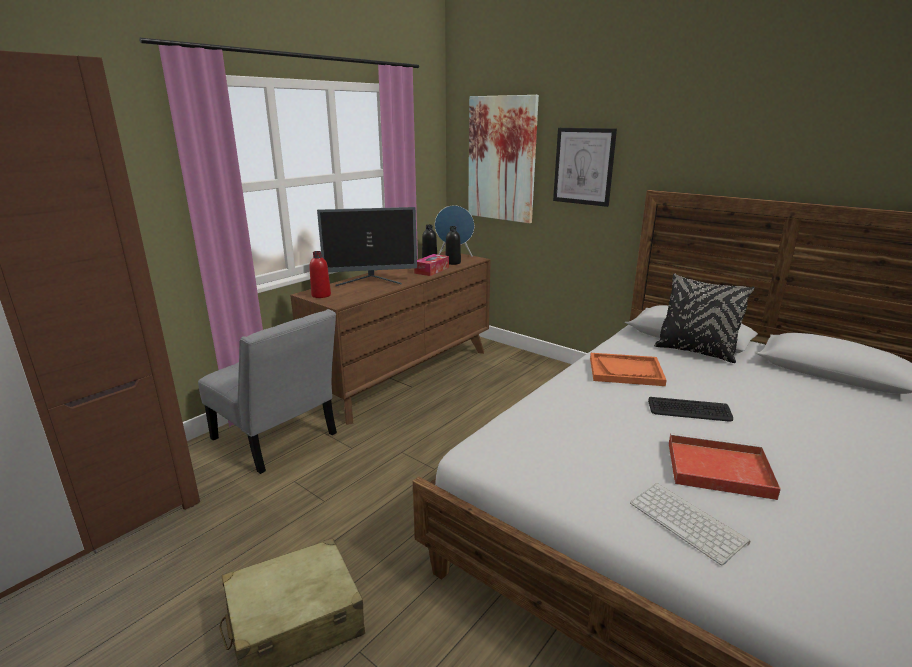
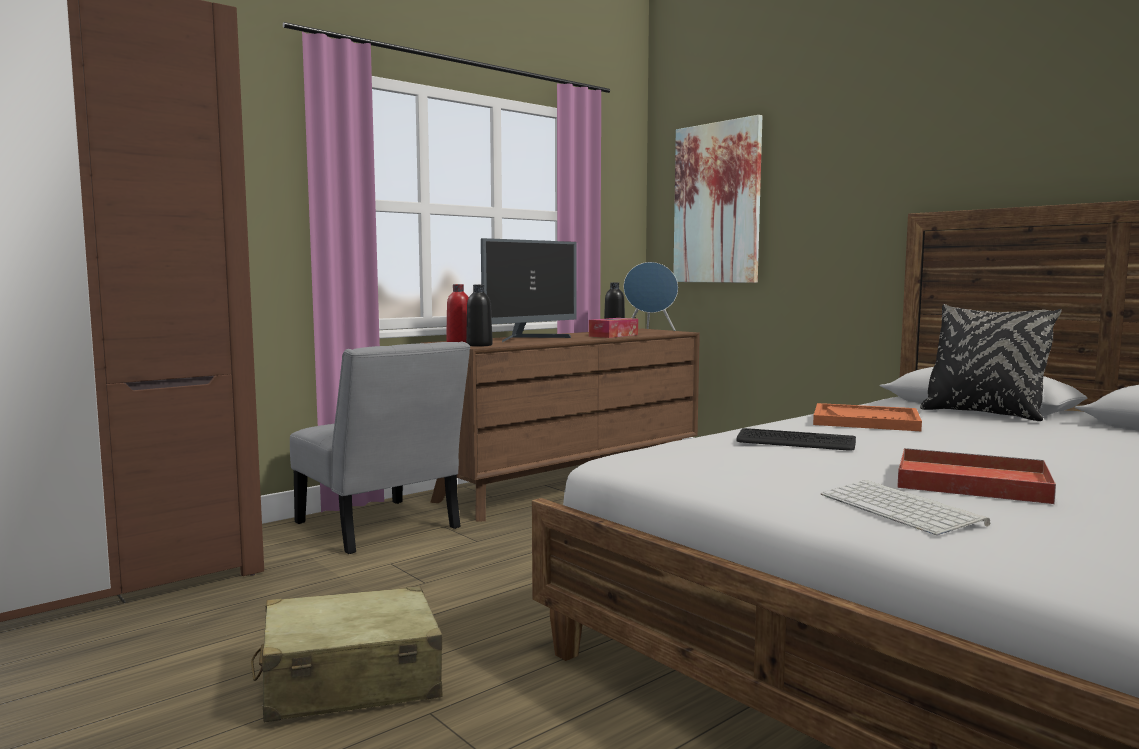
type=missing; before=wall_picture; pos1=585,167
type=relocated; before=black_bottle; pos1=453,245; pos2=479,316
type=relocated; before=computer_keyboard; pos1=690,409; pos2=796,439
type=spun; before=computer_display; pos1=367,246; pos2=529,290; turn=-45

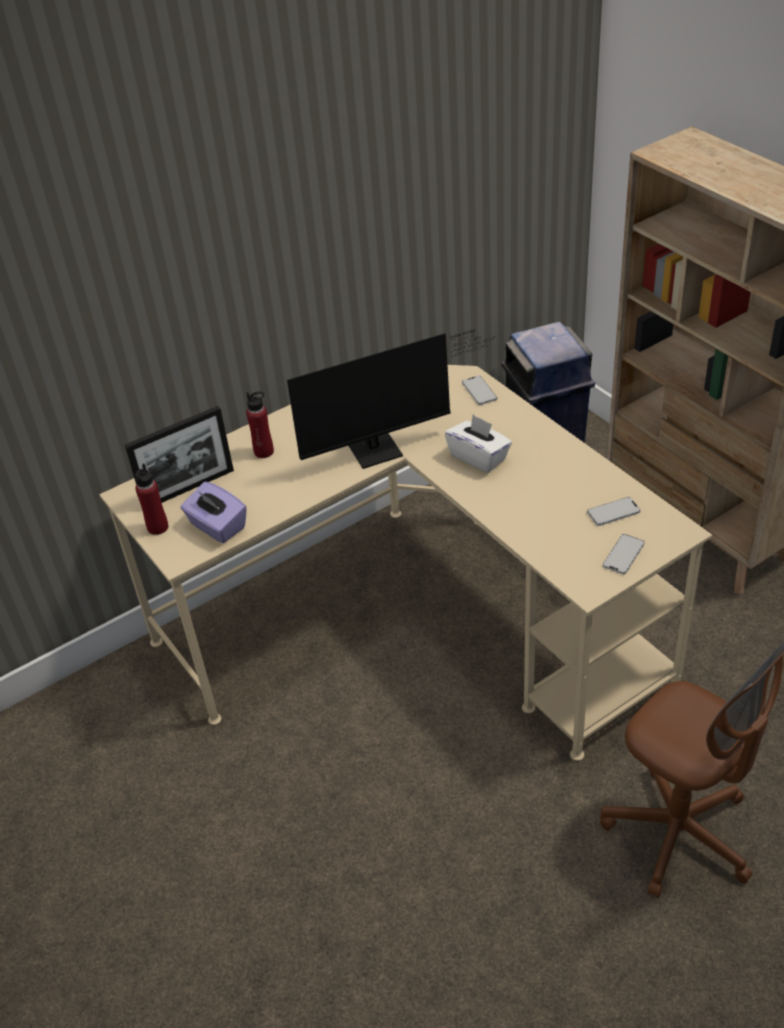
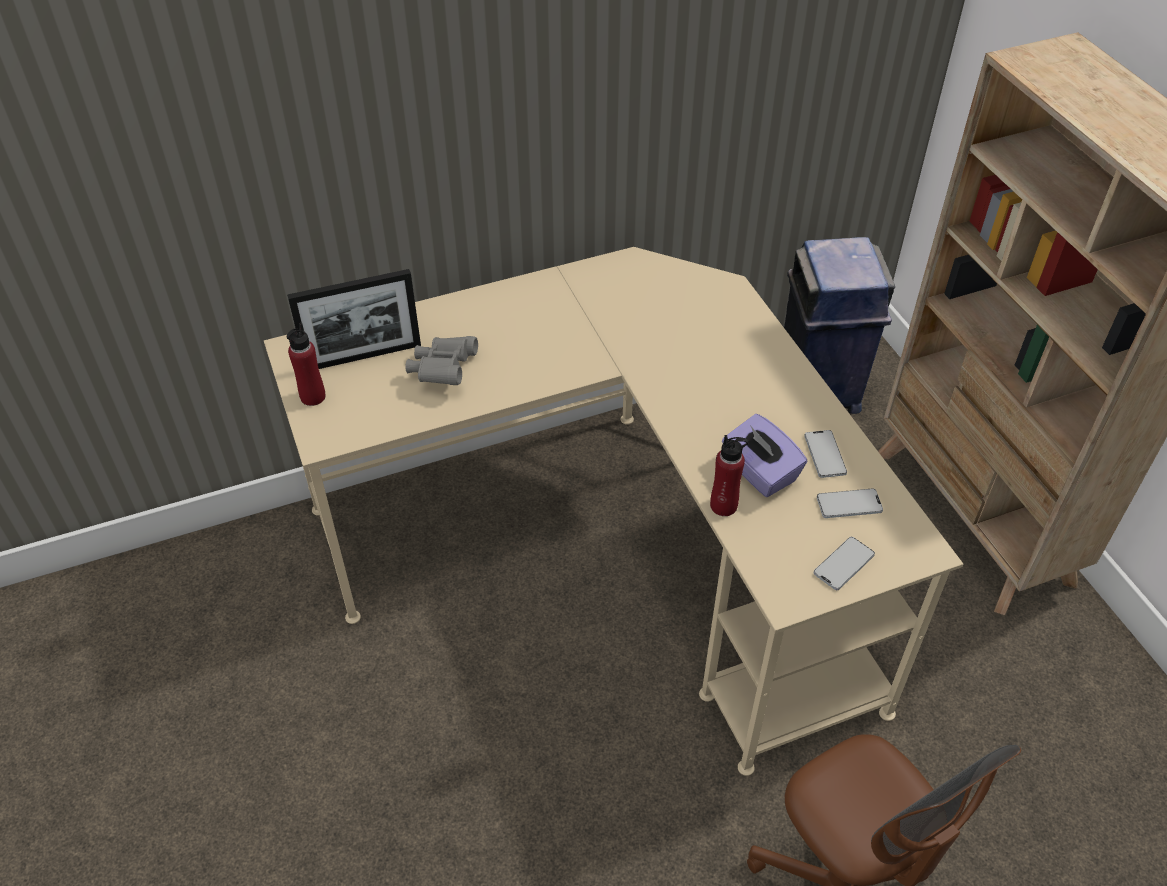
type=missing; before=computer_display; pos1=391,399
type=missing; before=white_tissue_box; pos1=478,444
type=appeared; after=greyish_pair_of_binoculars; pos2=441,360
type=relocated; before=purplish_tissue_box; pos1=213,512; pos2=764,455
type=relocated; before=red-coloured_bottle; pos1=260,424; pos2=729,475
type=relocated; before=telephone; pos1=479,390; pos2=825,454

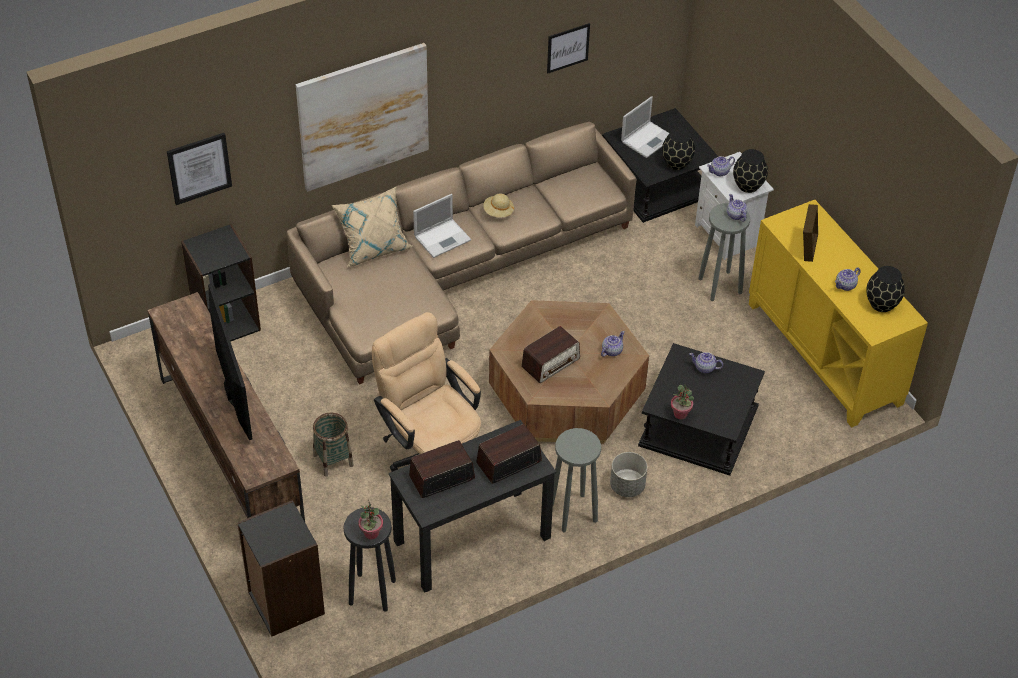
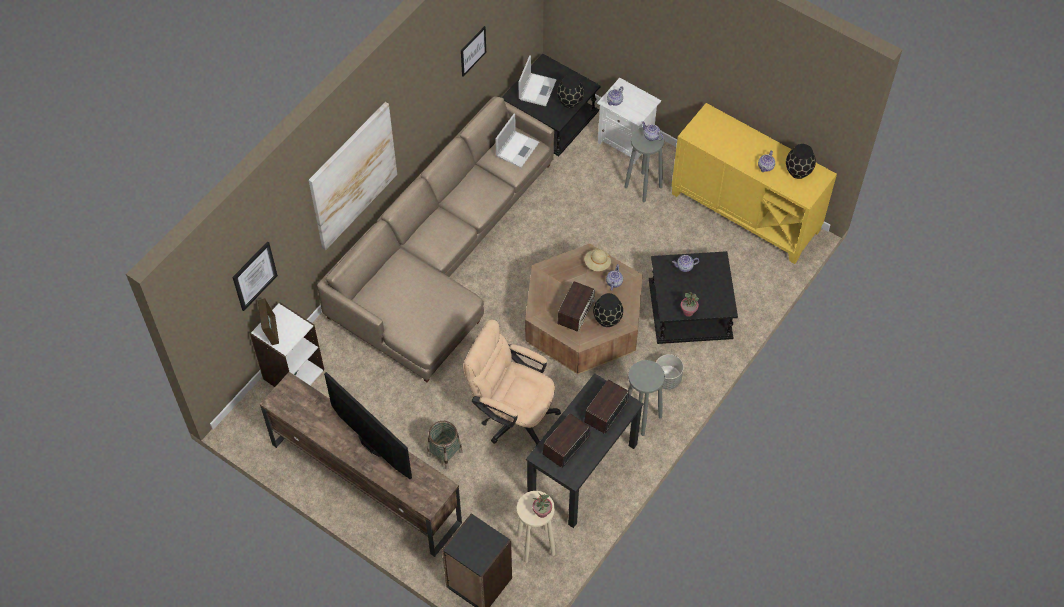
type=missing; before=sand-coloured_pillow; pos1=372,227
type=relocated; before=laptop; pos1=442,226; pos2=517,141
type=relocated; before=sand-coloured_clothing_hat; pos1=498,205; pos2=597,260
type=relocated; before=black_decorative_vase; pos1=750,171; pos2=608,310
type=relocated; before=photo_frame; pos1=810,233; pos2=268,322
type=colour; before=black_bookcase; after=white_bookcase; pos1=221,283; pos2=287,344
type=colour; before=black_sitting_stool; after=sand-coloured_sitting_stool; pos1=369,559; pos2=535,527

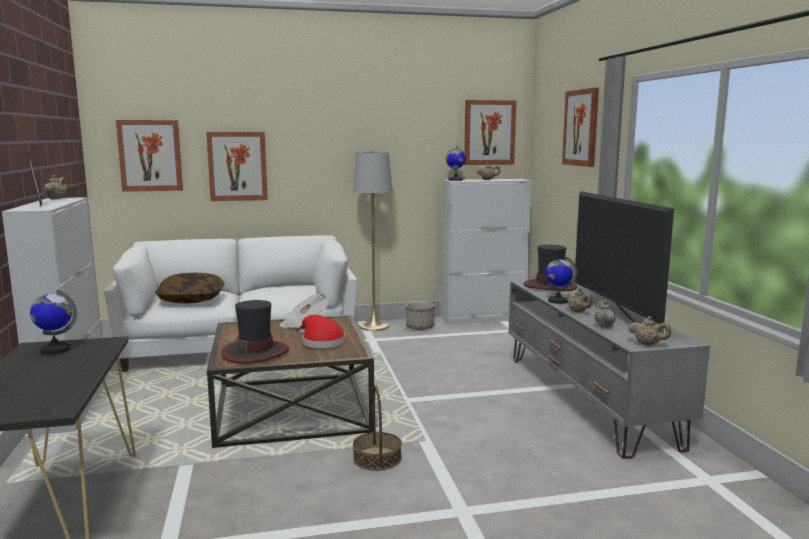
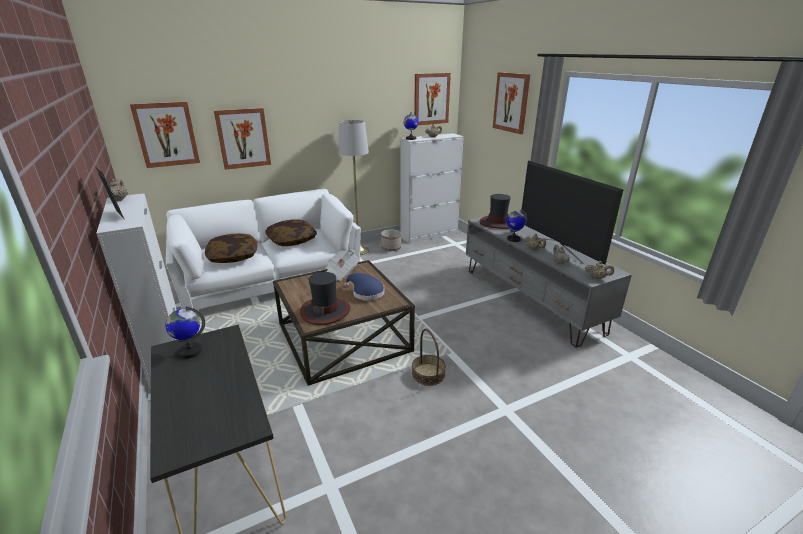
type=appeared; after=pillow; pos2=291,232
type=colour; before=red-coloured_clothing_hat; after=blue-coloured_clothing_hat; pos1=322,331; pos2=364,287

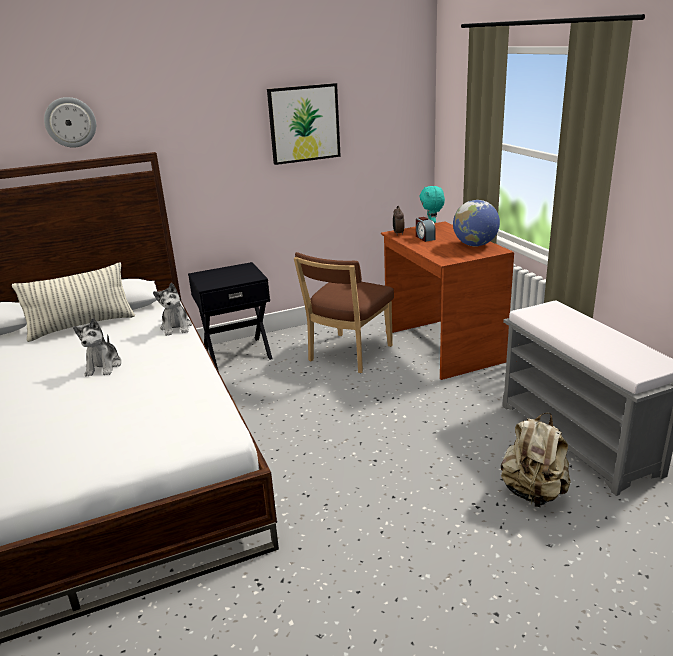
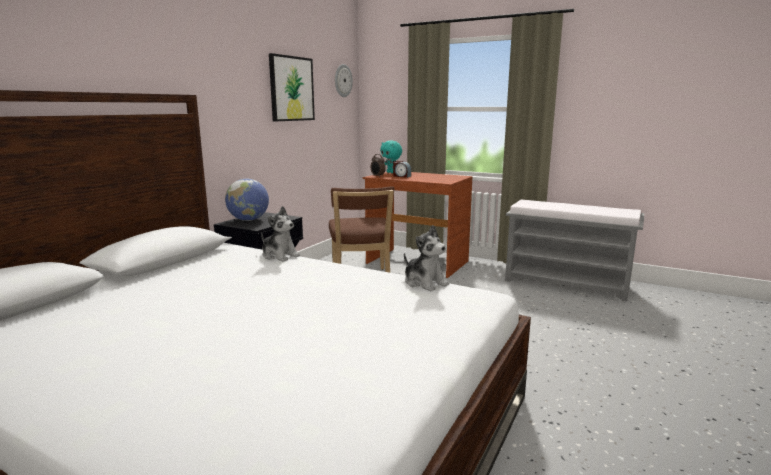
type=missing; before=pillow; pos1=73,302
type=missing; before=sand-coloured_backpack; pos1=536,460
type=relocated; before=hanging_clock; pos1=70,122; pos2=344,80
type=relocated; before=soft_toy; pos1=97,347; pos2=426,258
type=relocated; before=world_globe; pos1=476,223; pos2=247,200

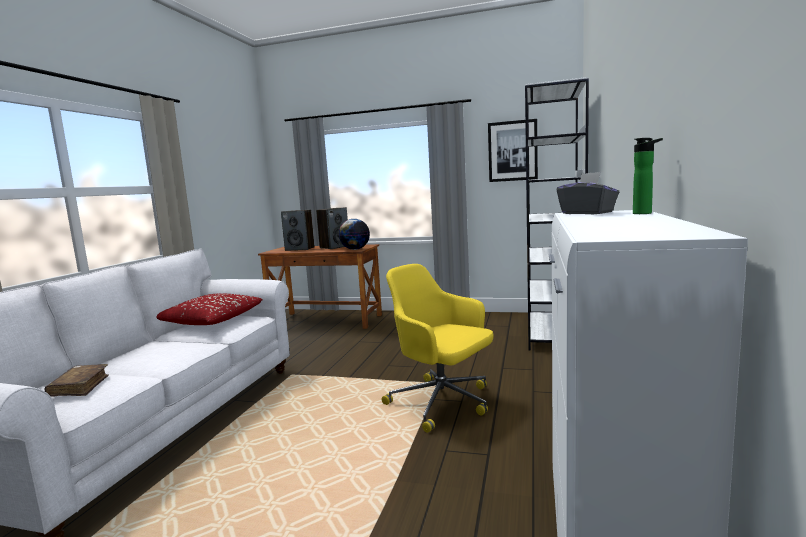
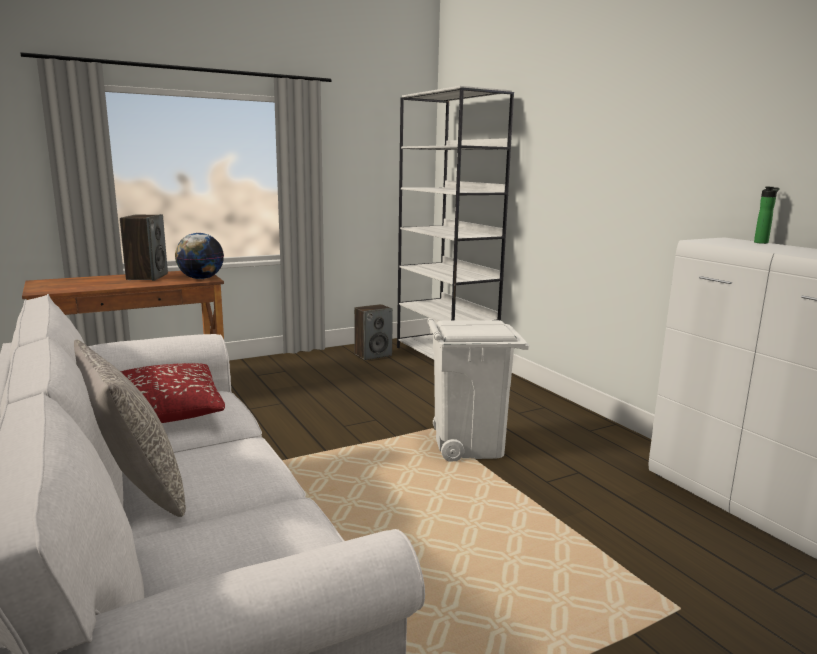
type=missing; before=brown_bound_book; pos1=76,380
type=missing; before=wall_picture; pos1=513,150
type=missing; before=greyish_tissue_box; pos1=588,193
type=appeared; after=greyish_pillow; pos2=130,428
type=relocated; before=loudspeaker; pos1=298,230; pos2=373,332
type=exchanged; before=yellow_office_chair; after=white_waste_bin; pos1=437,348; pos2=478,389

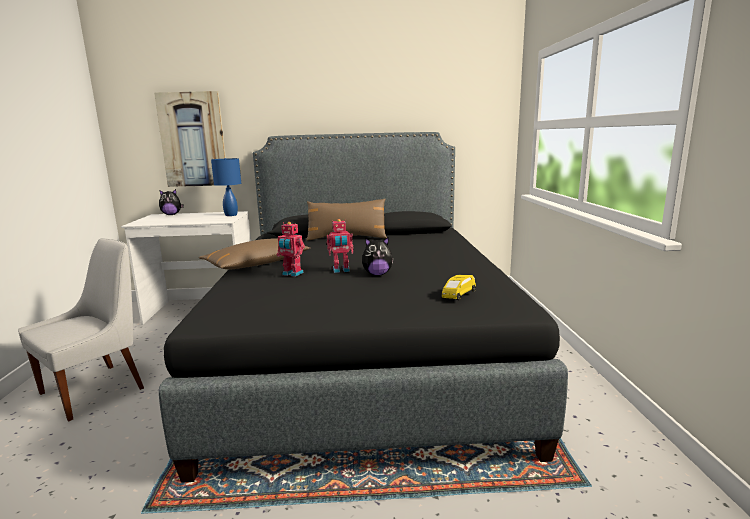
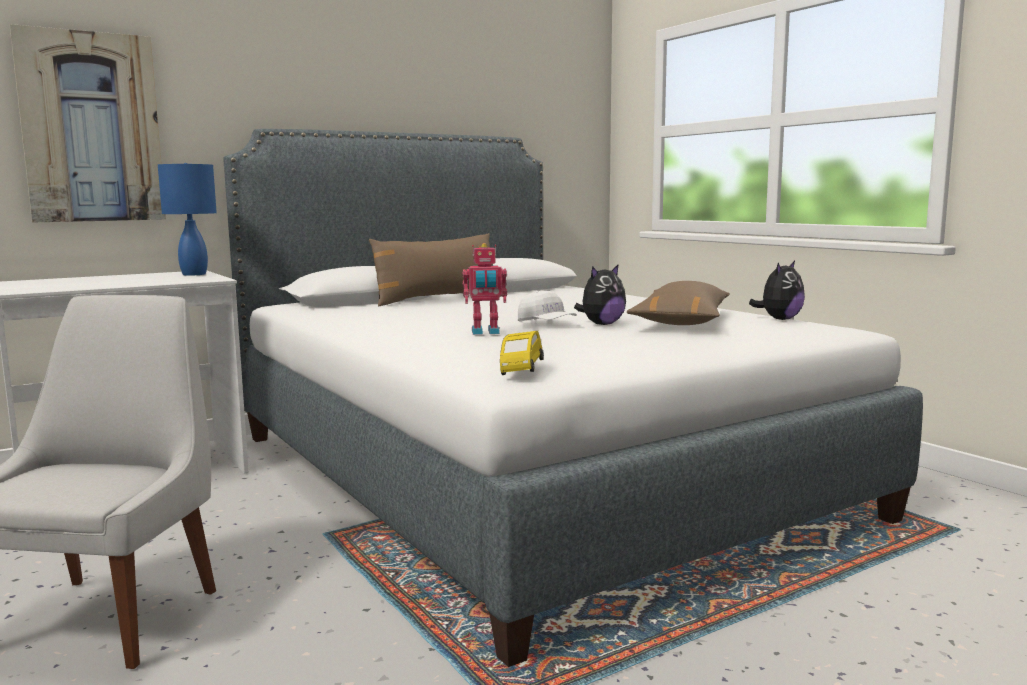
type=relocated; before=soft_toy; pos1=171,202; pos2=777,290
type=relocated; before=brown_pillow; pos1=254,253; pos2=678,303
type=relocated; before=yellow_model_car; pos1=459,287; pos2=522,353
type=exchanged; before=model_robot; after=white_baseball_cap; pos1=340,246; pos2=547,306
type=colour; before=black_bed; after=white_bed; pos1=363,307; pos2=573,398

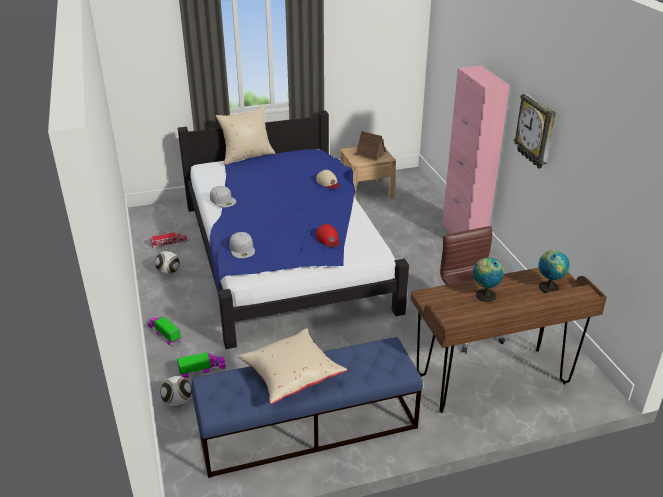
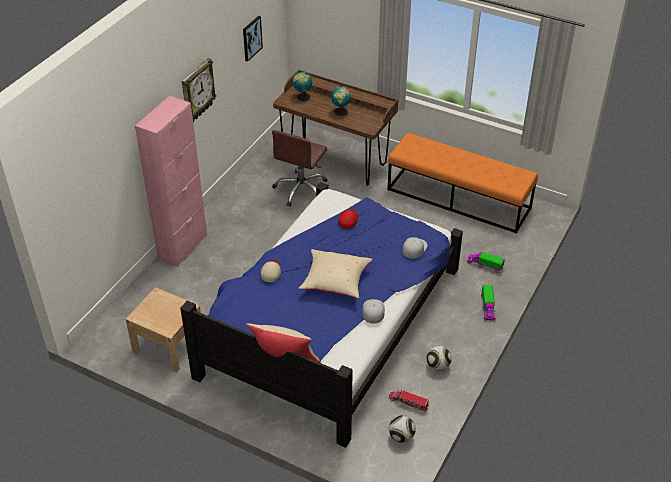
type=missing; before=model_house; pos1=369,146
type=appeared; after=wall_picture; pos2=253,39
type=relocated; before=football_ball; pos1=176,391; pos2=402,429
type=relocated; before=sand-coloured_pillow; pos1=292,366; pos2=335,274
type=colour; before=blue-coloured_indoor_bench; after=orangey_indoor_bench; pos1=307,407; pos2=462,183

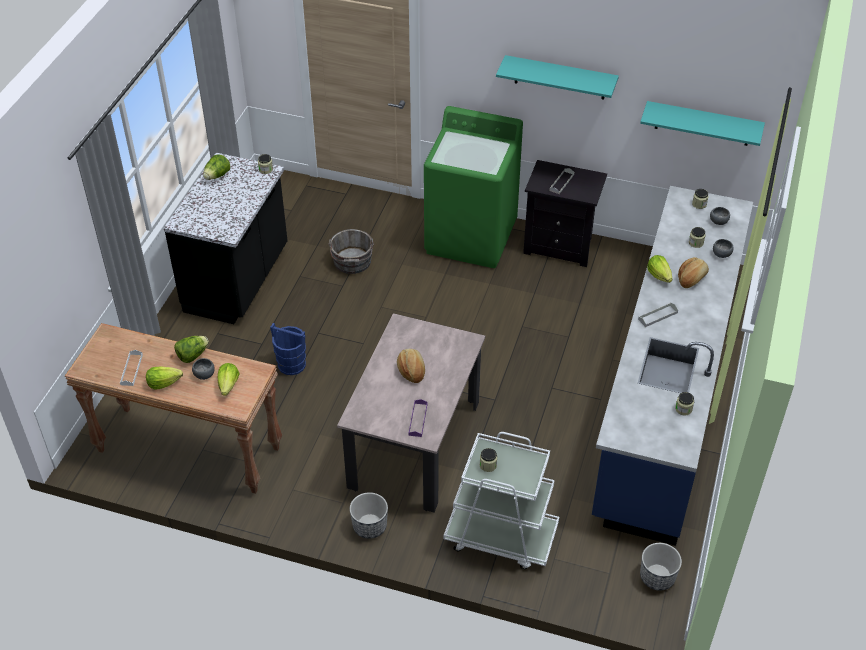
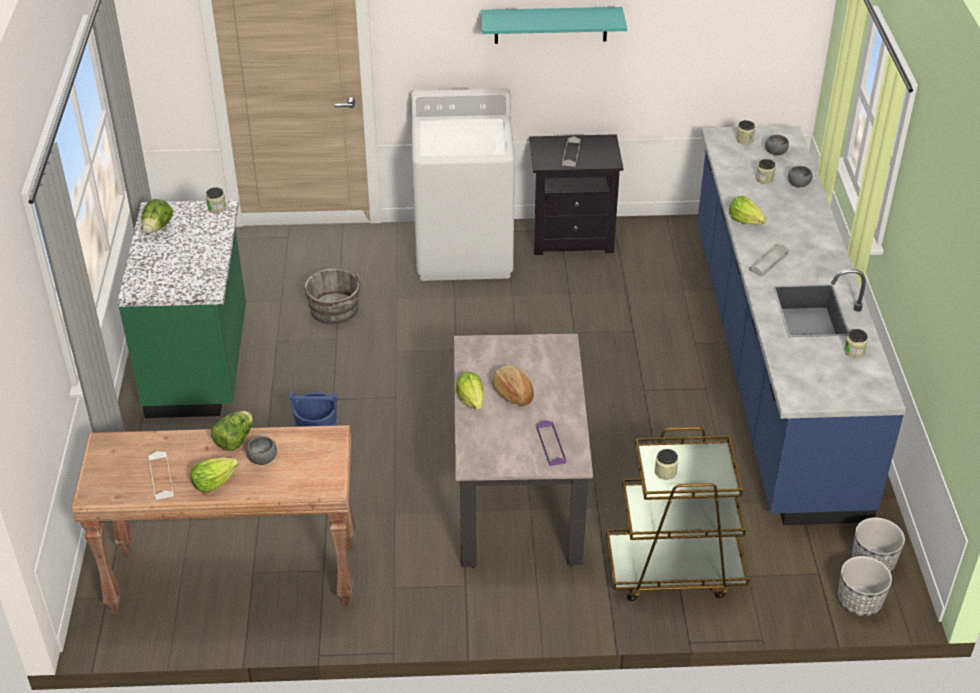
type=missing; before=turquoise_shelf; pos1=702,123
type=missing; before=bread; pos1=693,272
type=relocated; before=head_of_lettuce; pos1=229,379; pos2=470,391
type=relocated; before=flower_pot; pos1=369,515; pos2=865,586
type=colour; before=black_kitchen_counter; after=green-coloured_kitchen_counter; pos1=226,238; pos2=181,309
type=colour; before=green-coloured_laundry_appliance; after=white_laundry_appliance; pos1=473,187; pos2=463,184
type=colour; before=white_trolley; after=brown_trolley; pos1=501,500; pos2=677,514

